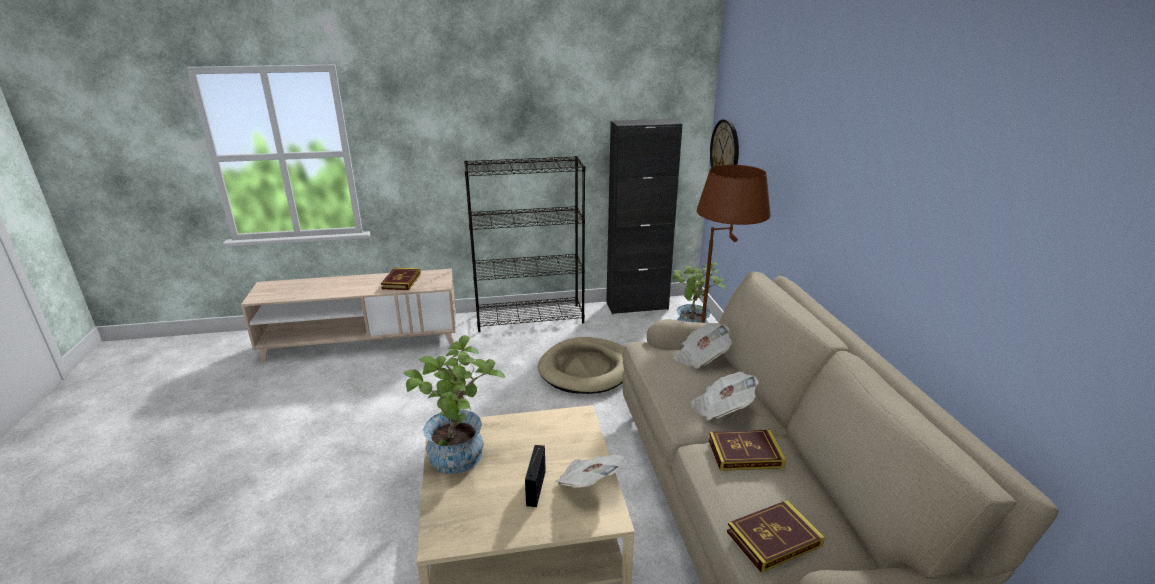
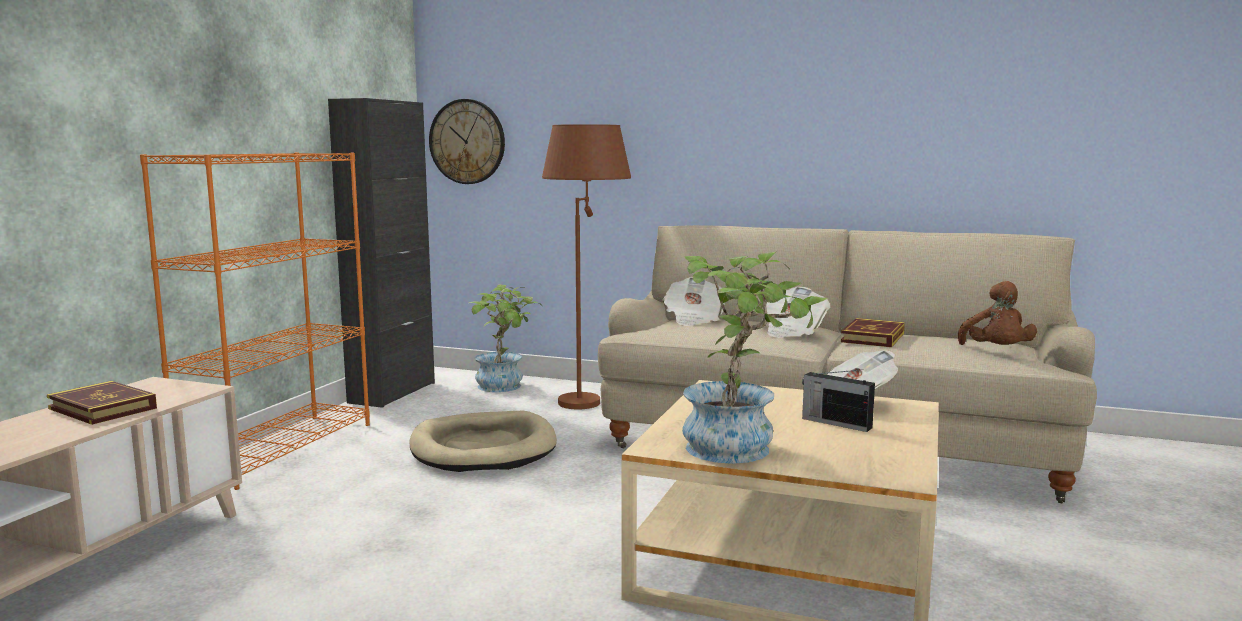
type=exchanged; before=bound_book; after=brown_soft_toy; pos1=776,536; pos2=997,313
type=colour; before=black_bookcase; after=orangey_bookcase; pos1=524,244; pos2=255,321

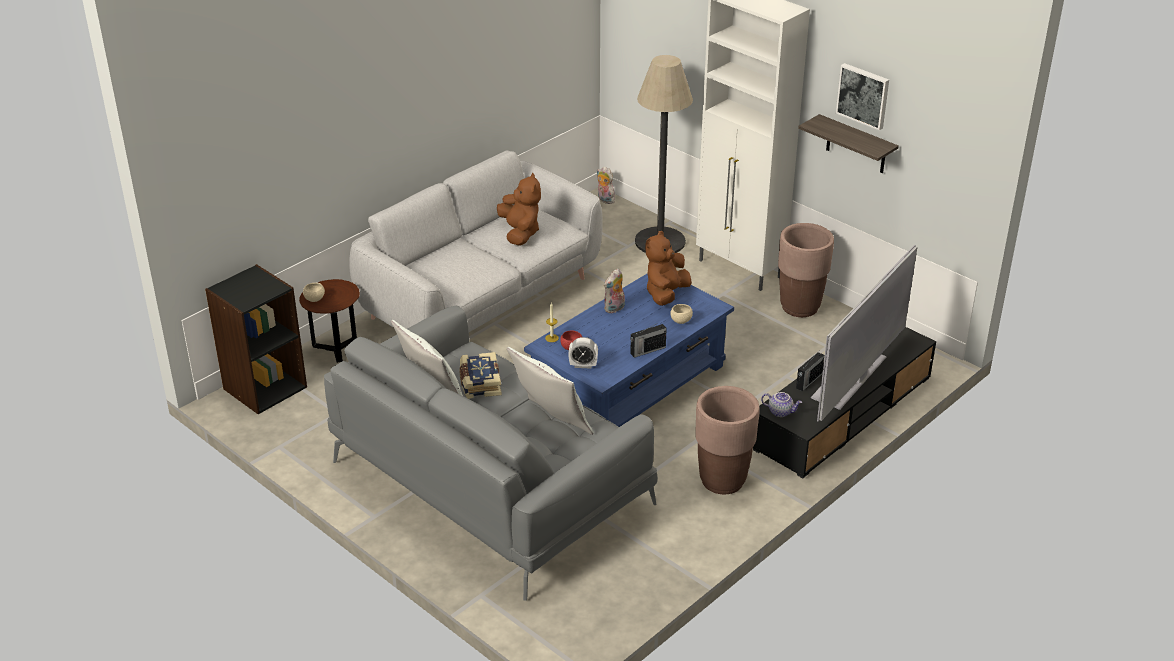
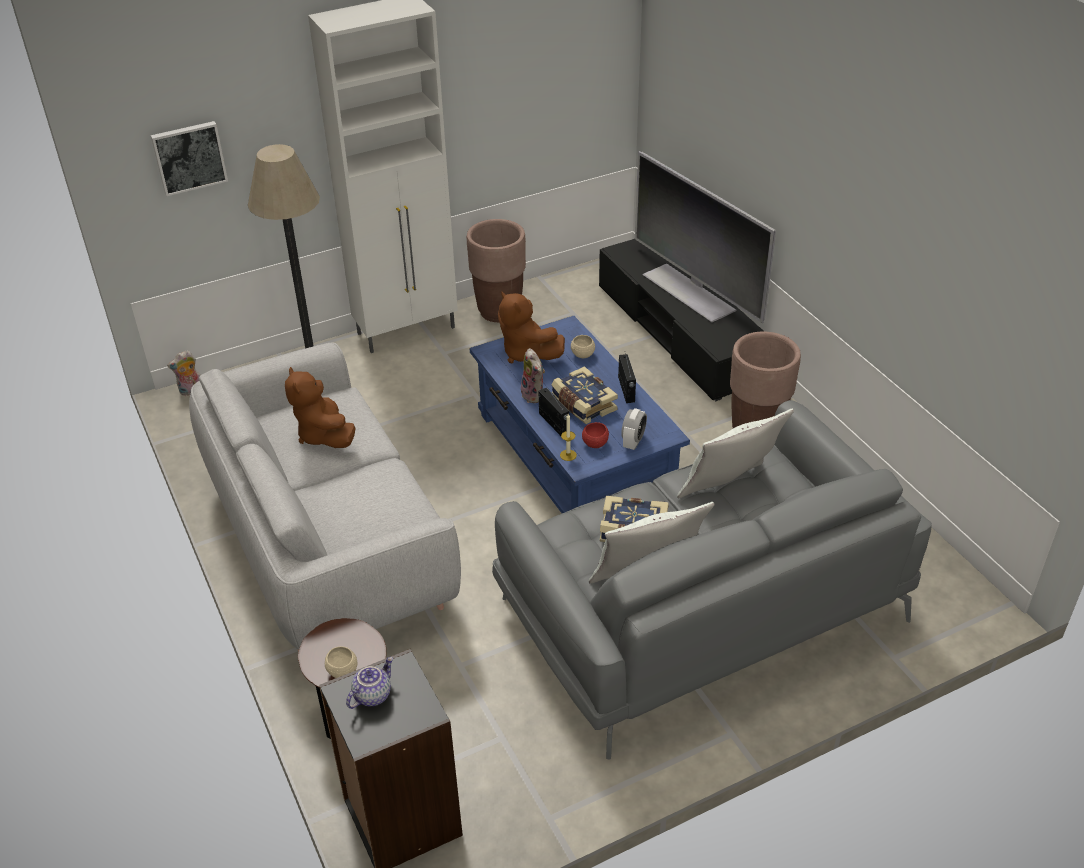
type=missing; before=shelf; pos1=848,143
type=appeared; after=bound_book; pos2=584,395
type=relocated; before=pot_for_tea; pos1=781,404; pos2=369,683
type=relocated; before=radio_receiver; pos1=810,371; pos2=554,412
type=relocated; before=wall_picture; pos1=862,96; pos2=189,158
type=spun; before=brown_soft_toy; pos1=519,209; pos2=320,407; turn=-120

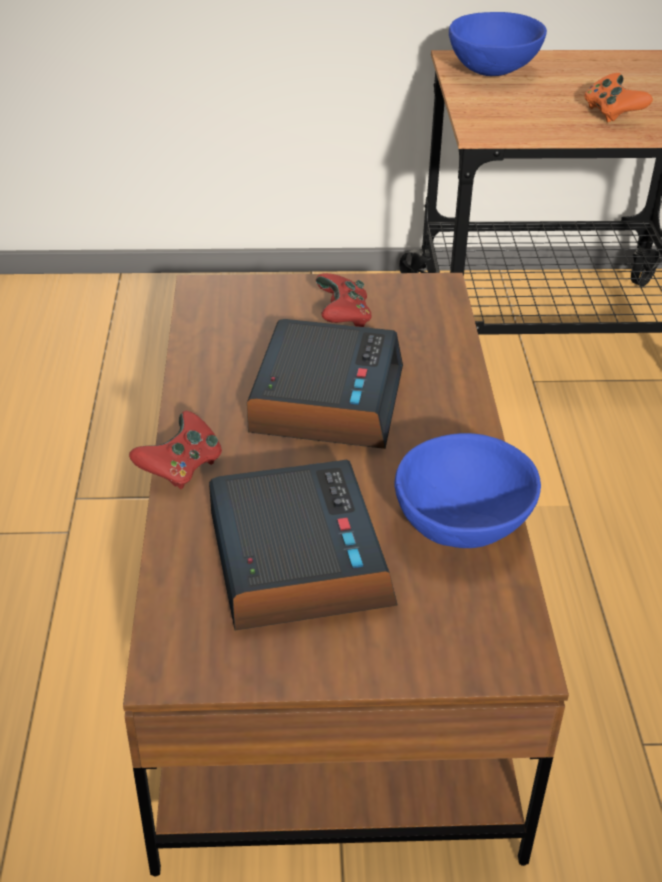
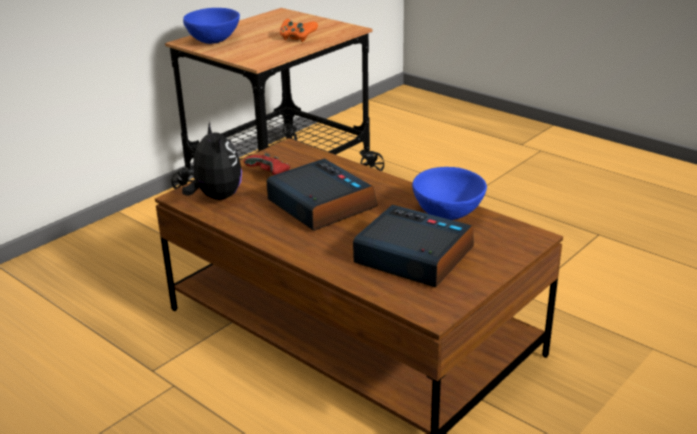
type=missing; before=red-coloured_joypad; pos1=175,450
type=appeared; after=soft_toy; pos2=212,161

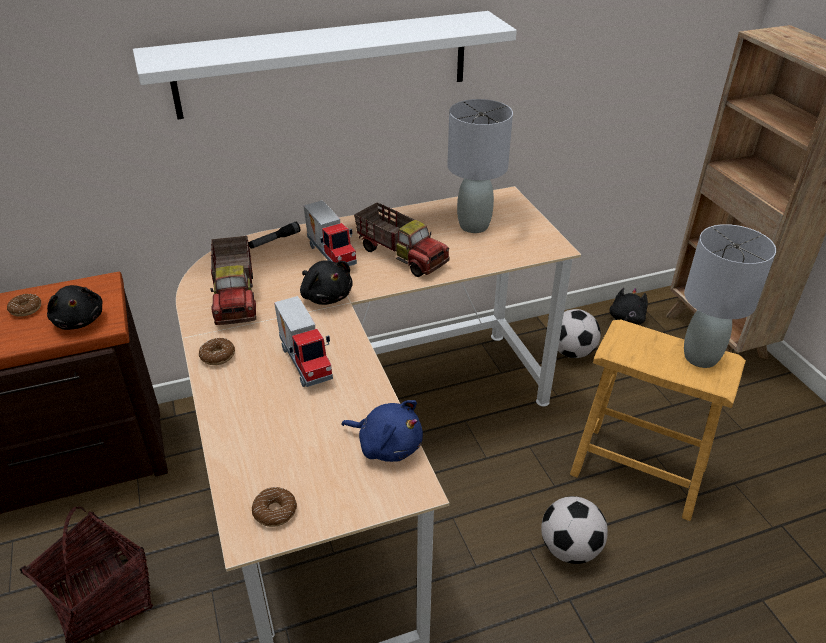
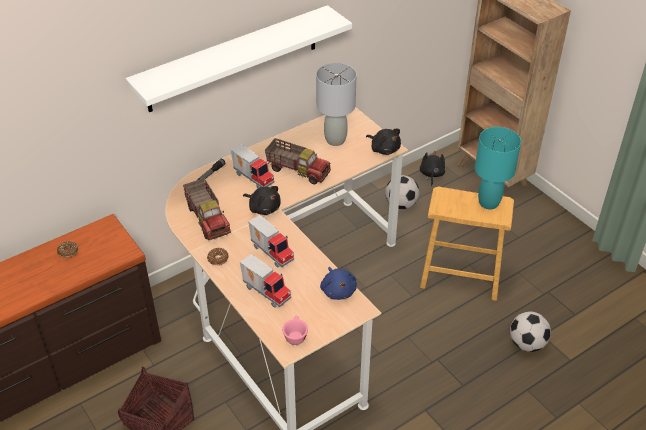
type=appeared; after=model_truck; pos2=265,281
type=relocated; before=black_soft_toy; pos1=75,307; pos2=383,141
type=relocated; before=football_ball; pos1=574,530; pos2=530,331
type=exchanged; before=ring_doughnut; after=pinkish_small_cup; pos1=274,507; pos2=295,330
type=colour; before=greyish_table_lamp; after=turquoise_table_lamp; pos1=730,296; pos2=498,168
type=spun; before=blue-coloured_soft_toy; pos1=382,431; pos2=338,283; turn=60

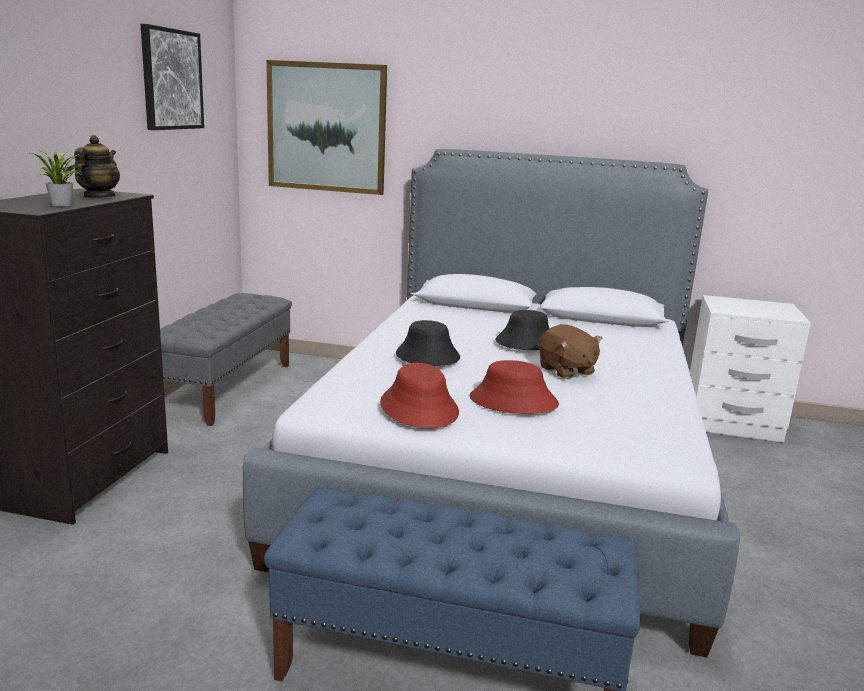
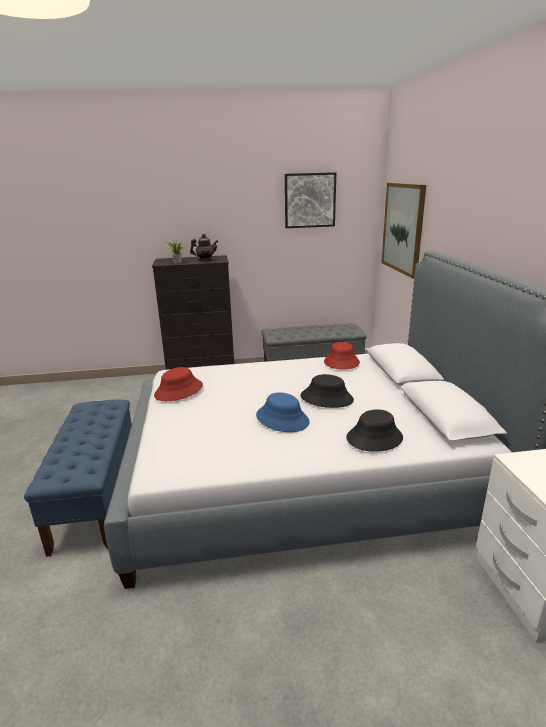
type=relocated; before=black_clothing_hat; pos1=428,343; pos2=374,430
type=relocated; before=red-coloured_clothing_hat; pos1=514,387; pos2=342,356
type=exchanged; before=brown_soft_toy; after=blue-coloured_clothing_hat; pos1=571,351; pos2=282,412

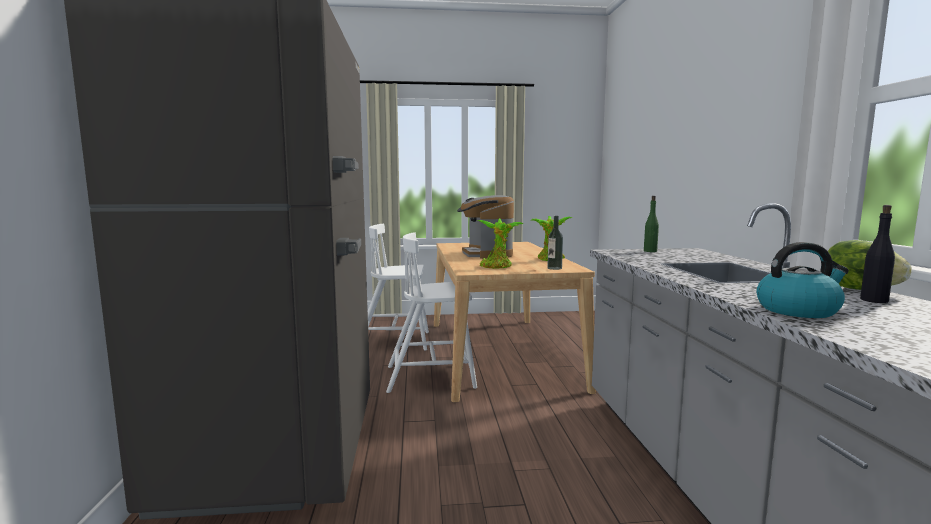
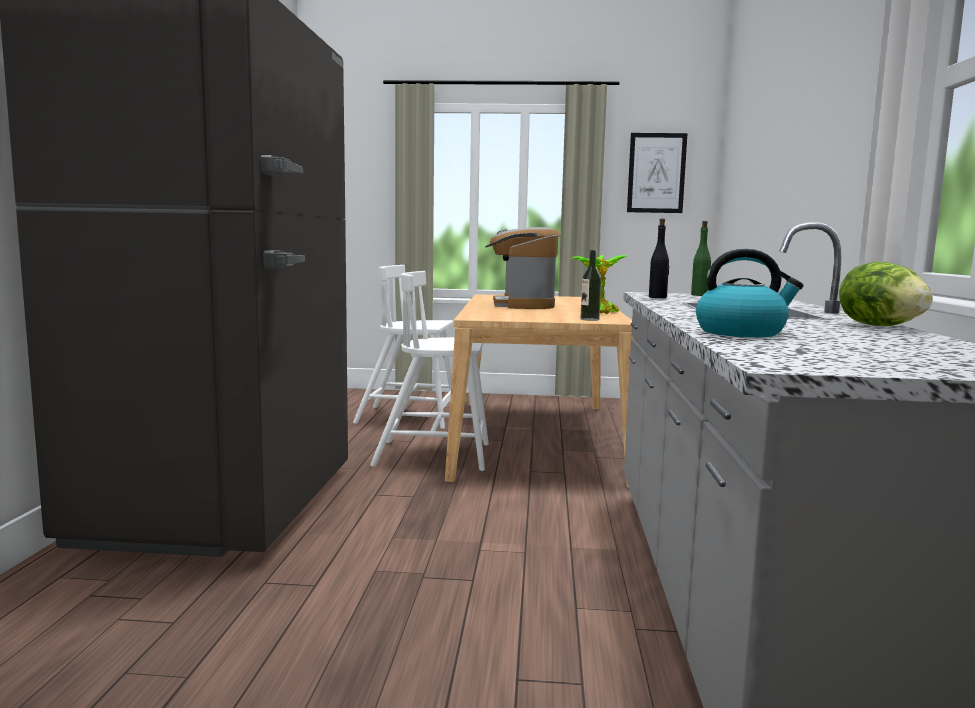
type=missing; before=plant_in_a_pot; pos1=500,243
type=appeared; after=wall_picture; pos2=657,173
type=relocated; before=black_bottle; pos1=877,254; pos2=659,258

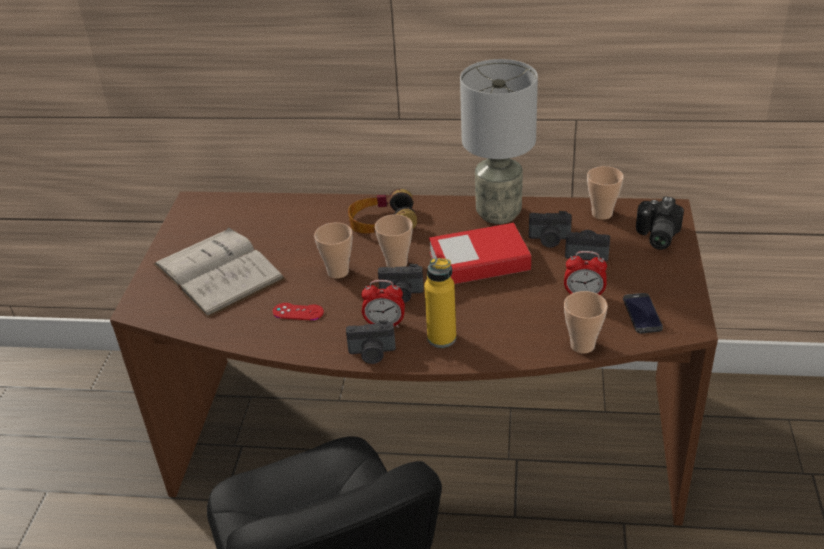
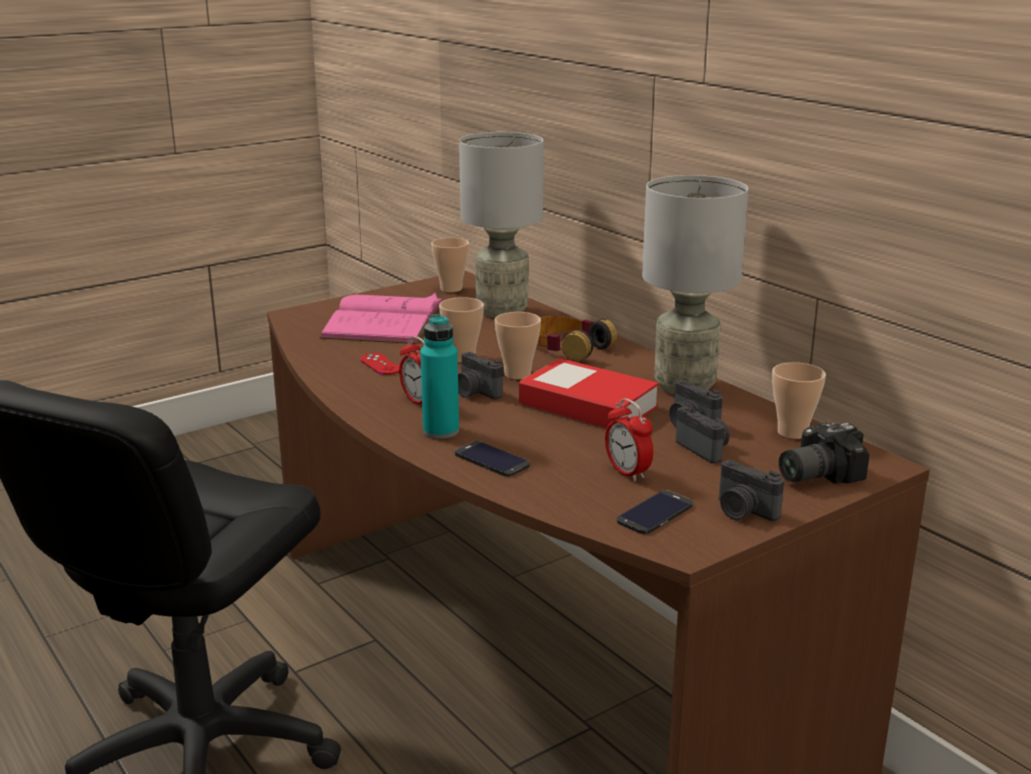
type=appeared; after=telephone; pos2=492,459
type=appeared; after=greyish_table_lamp; pos2=501,225
type=relocated; before=photo_camera; pos1=371,342; pos2=751,490
type=relocated; before=small_cup; pos1=586,322; pos2=450,265
type=colour; before=white_bound_book; after=pinkish_bound_book; pos1=219,272; pos2=381,318
type=colour; before=yellow_bottle; after=turquoise_bottle; pos1=440,303; pos2=439,376

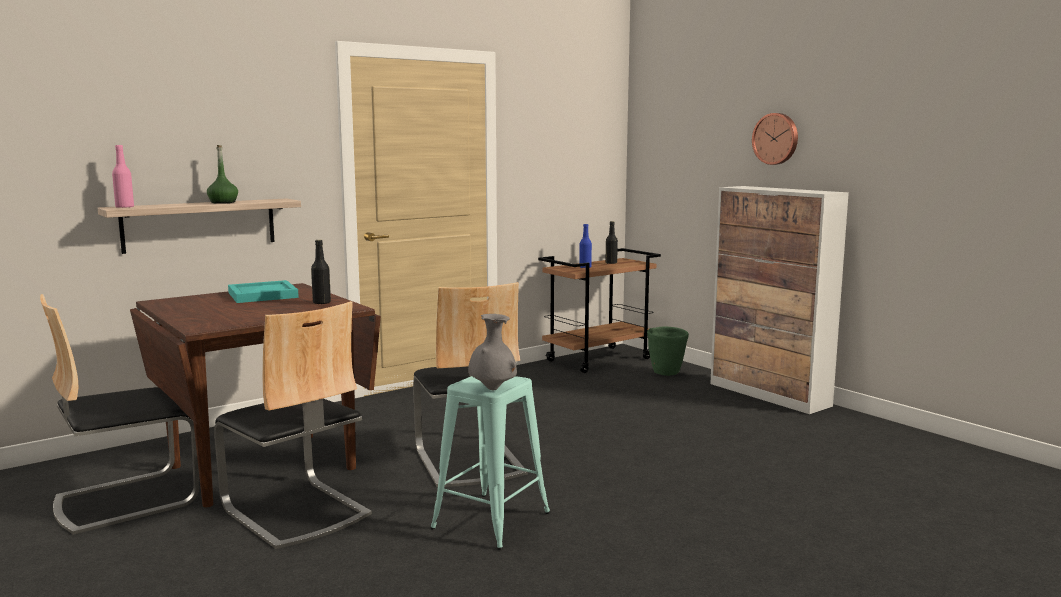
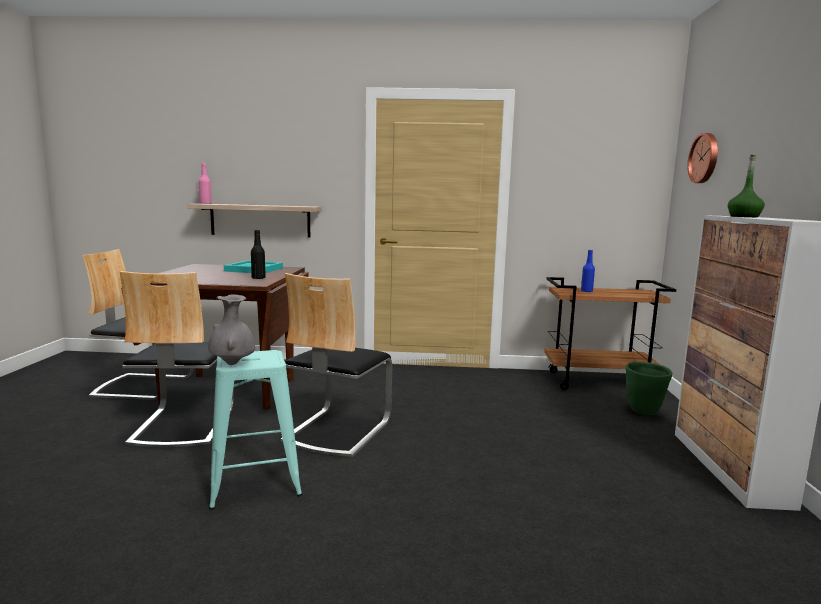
type=missing; before=black_bottle; pos1=612,242
type=relocated; before=green-coloured_bottle; pos1=222,174; pos2=746,186
type=relocated; before=hanging_clock; pos1=775,139; pos2=703,158

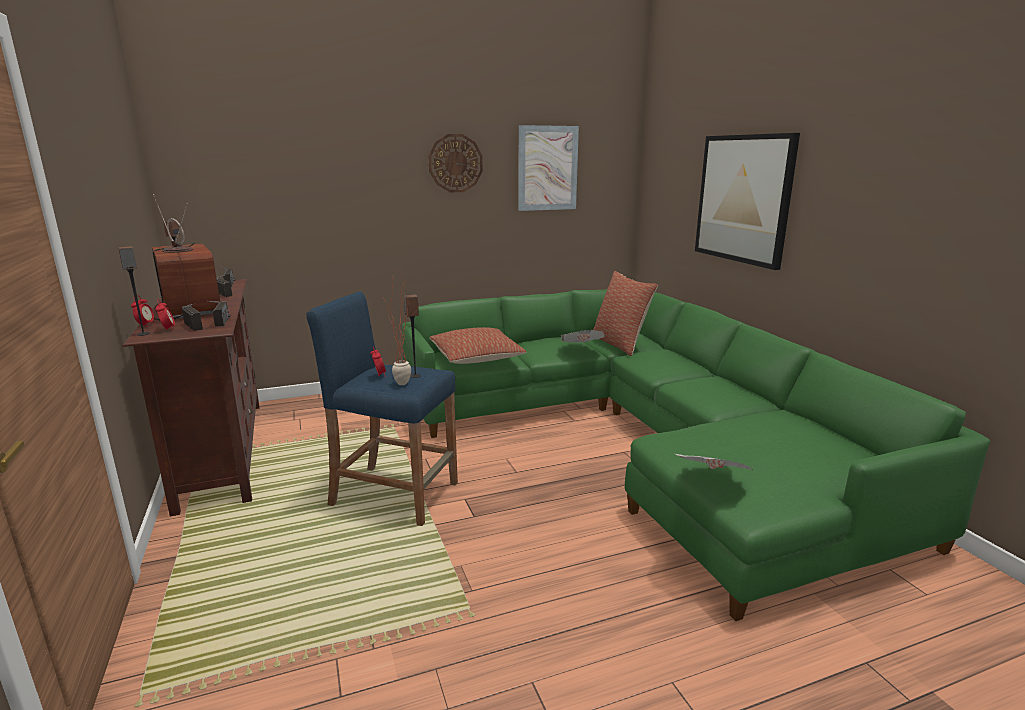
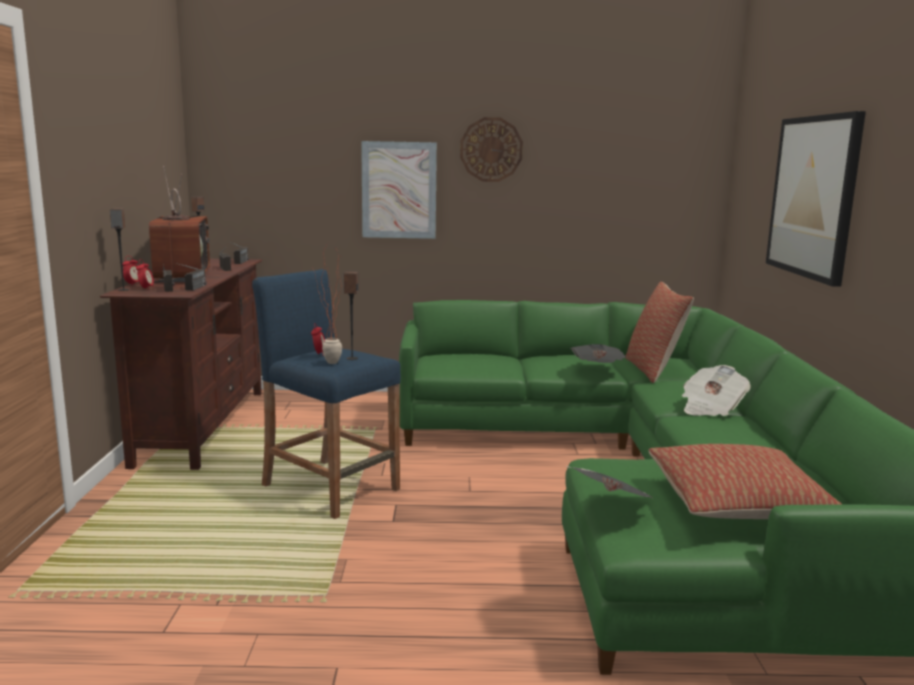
type=appeared; after=newspaper; pos2=716,390
type=relocated; before=pillow; pos1=477,345; pos2=745,481
type=relocated; before=wall_picture; pos1=548,168; pos2=399,190

